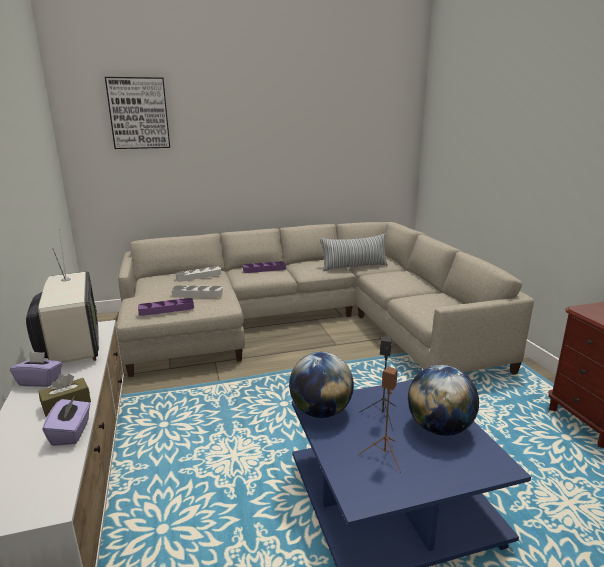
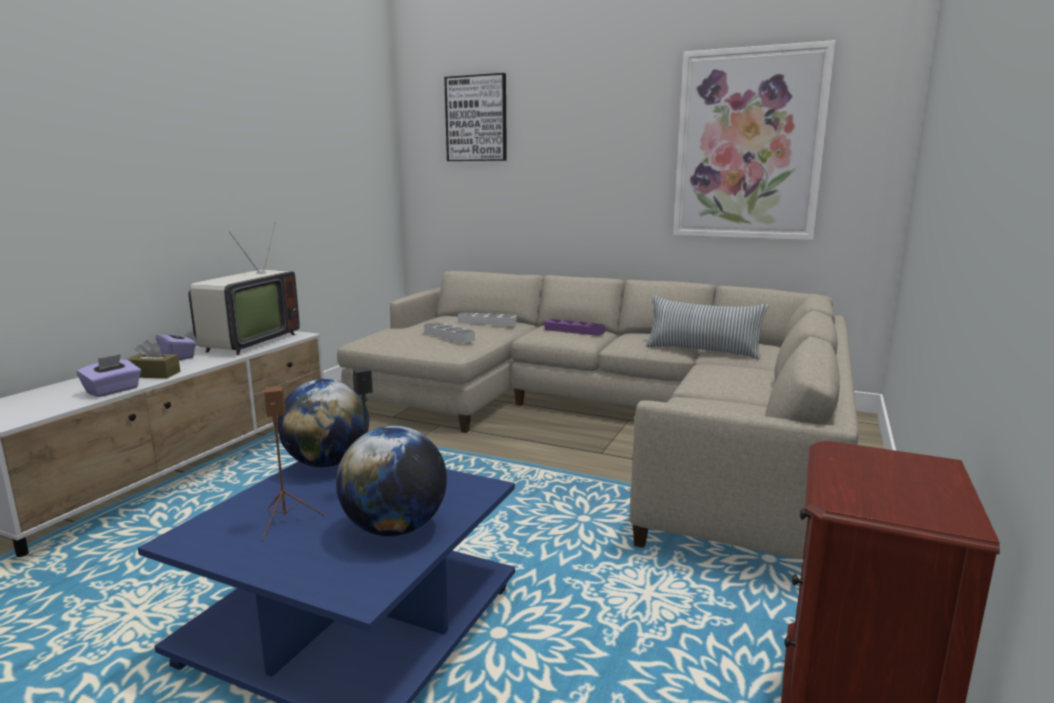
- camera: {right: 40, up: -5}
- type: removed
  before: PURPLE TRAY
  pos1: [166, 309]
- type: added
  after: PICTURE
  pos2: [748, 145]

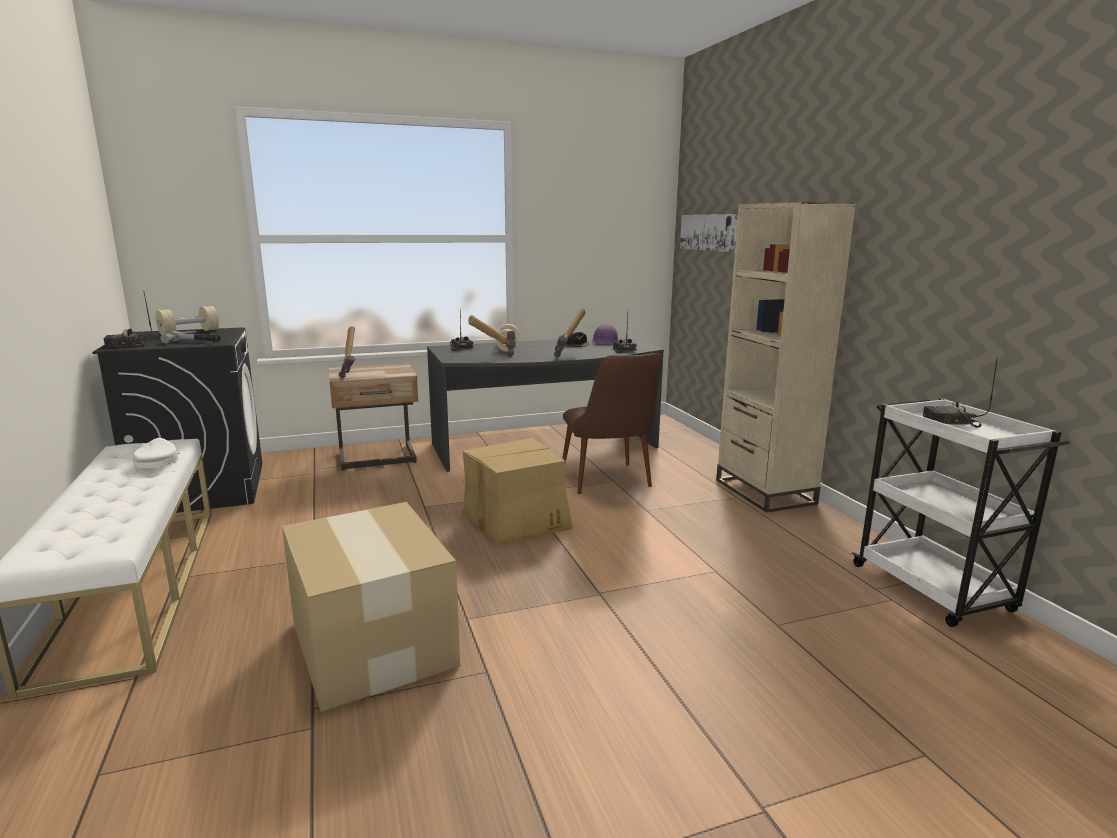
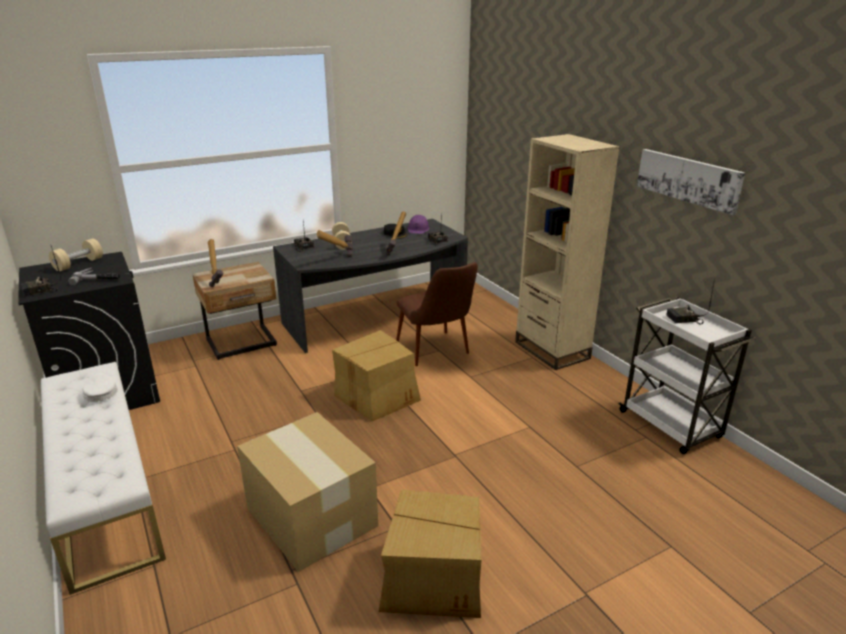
- camera: {right: -10, up: 10}
- type: moved
  before: PICTURE
  pos1: [710, 232]
  pos2: [688, 179]
- type: added
  after: CARDBOARD BOX
  pos2: [433, 577]

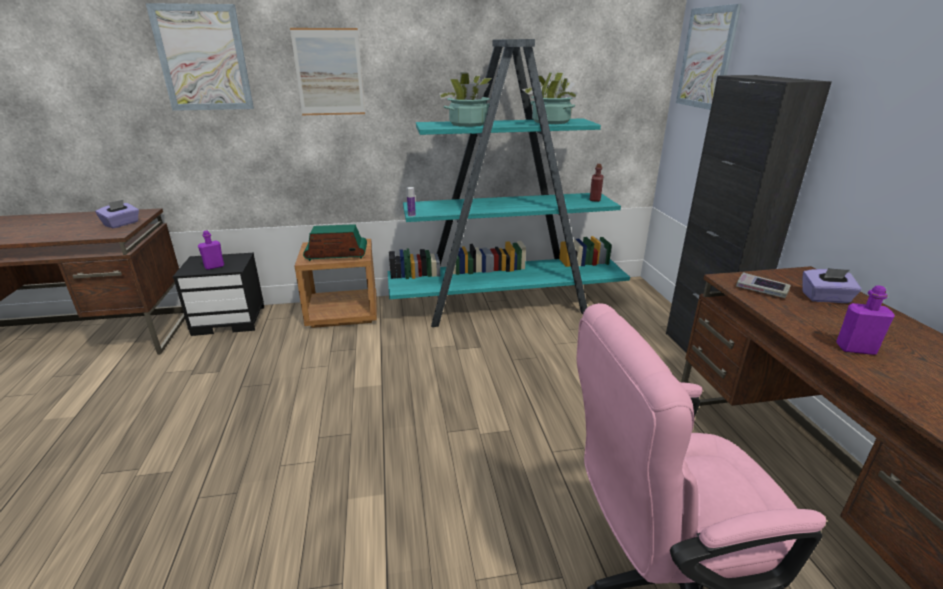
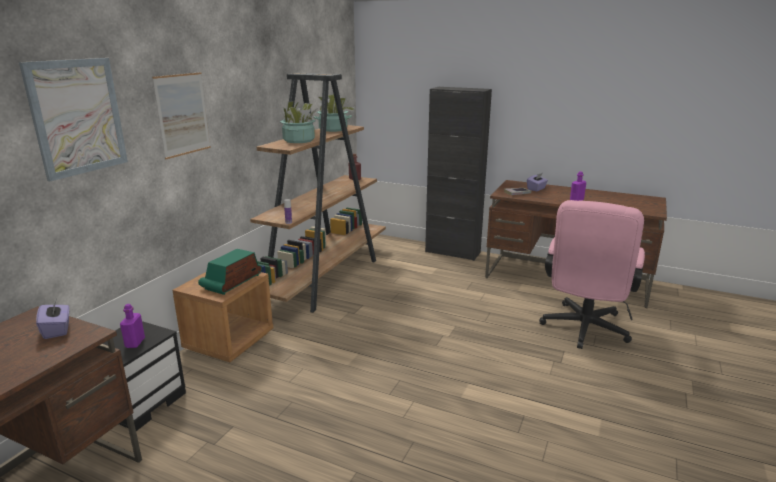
- camera: {right: -55, up: -5}
- type: removed
  before: PICTURE
  pos1: [706, 58]
- type: recoloured
  before: TURQUOISE BOOKCASE
  after: BROWN BOOKCASE
  pos1: [506, 304]
  pos2: [324, 278]

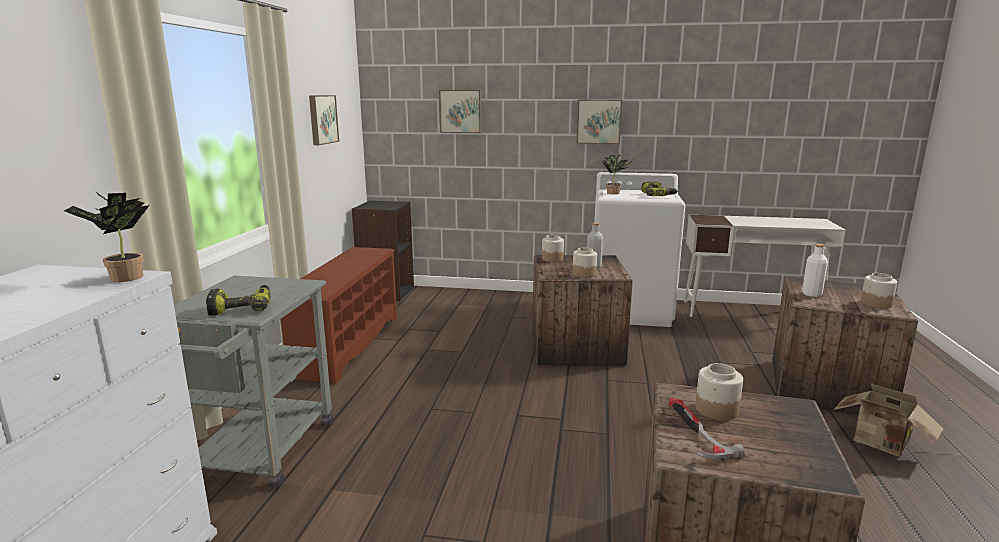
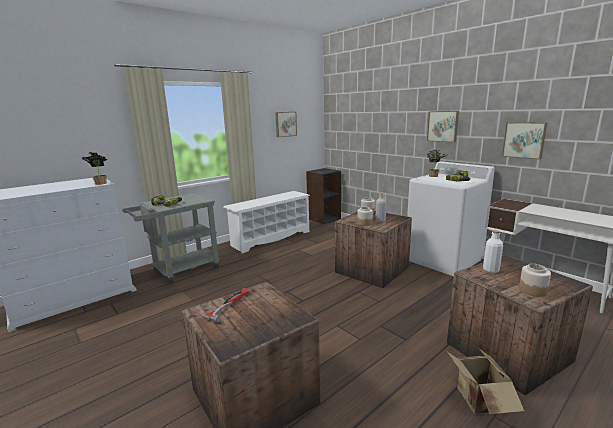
- camera: {right: 40, up: 0}
- type: moved
  before: PICTURE
  pos1: [460, 111]
  pos2: [524, 140]
- type: recoloured
  before: BROWN SHOE RACK
  after: WHITE SHOE RACK
  pos1: [347, 344]
  pos2: [271, 238]
- type: removed
  before: JAR
  pos1: [716, 410]

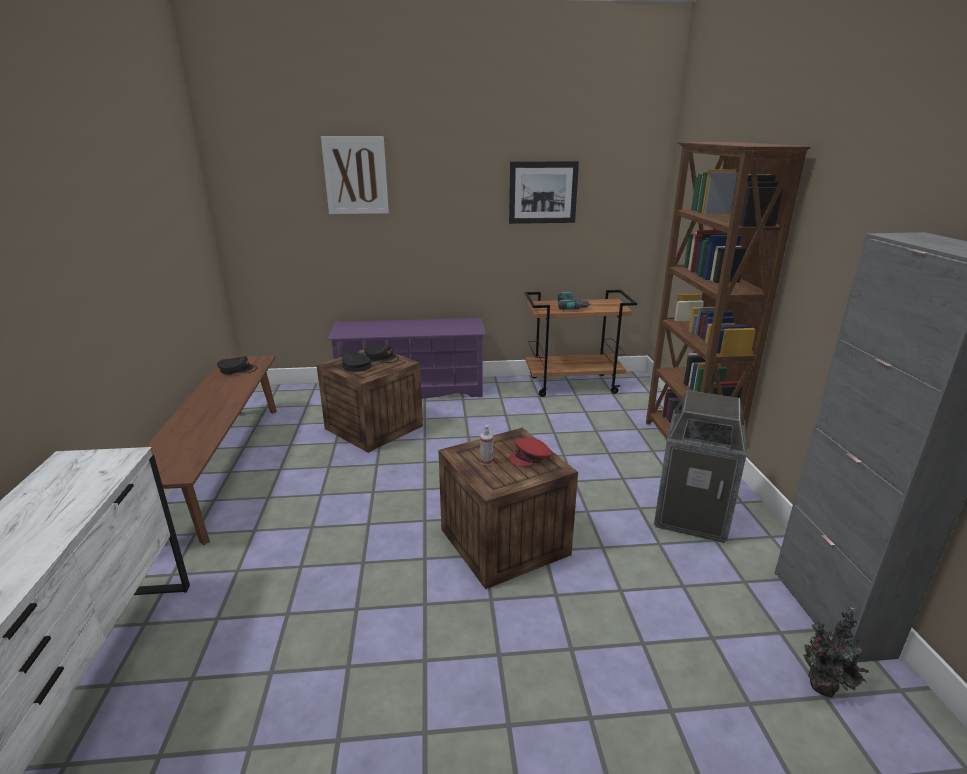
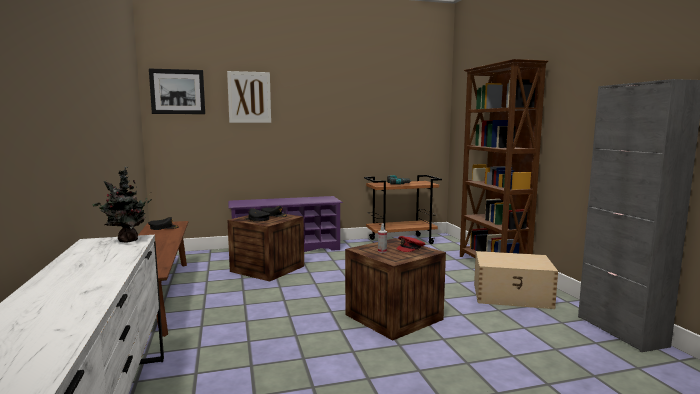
- camera: {right: -10, up: -15}
- type: moved
  before: PICTURE
  pos1: [543, 192]
  pos2: [177, 91]
- type: replaced
  before: TRASH CAN
  after: BEIGE STORAGE BOX
  pos1: [692, 516]
  pos2: [512, 296]
- type: moved
  before: POTTED PLANT
  pos1: [822, 688]
  pos2: [126, 241]

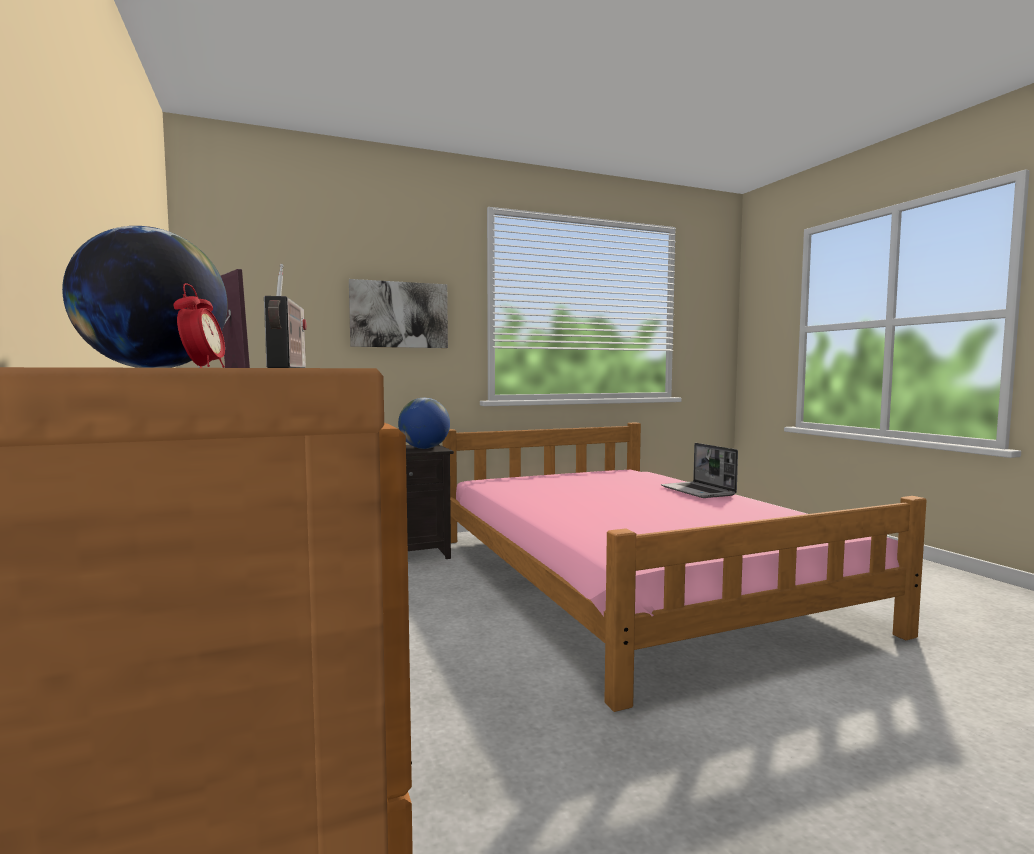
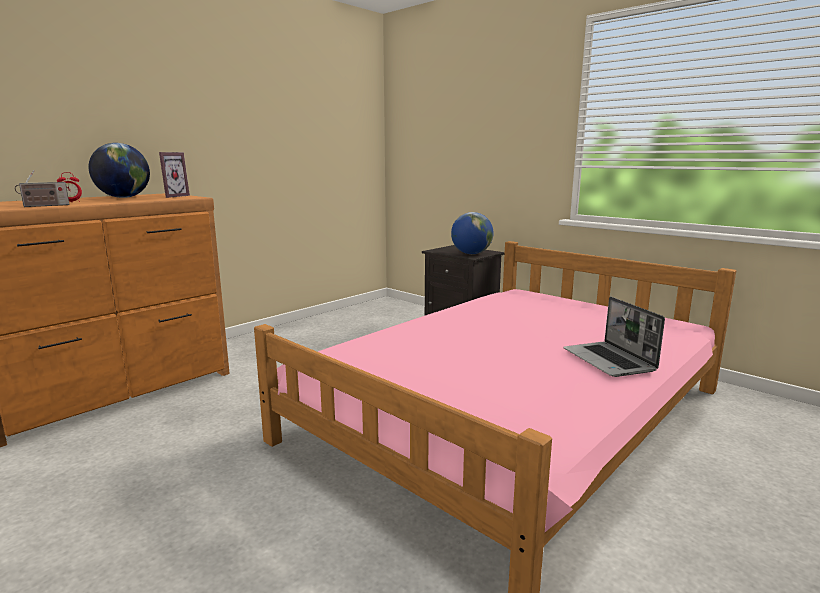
- camera: {right: 65, up: 10}
- type: removed
  before: PICTURE
  pos1: [399, 315]
- type: turned
  before: LAPTOP
  pos1: [698, 491]
  pos2: [610, 361]
  turn: -60

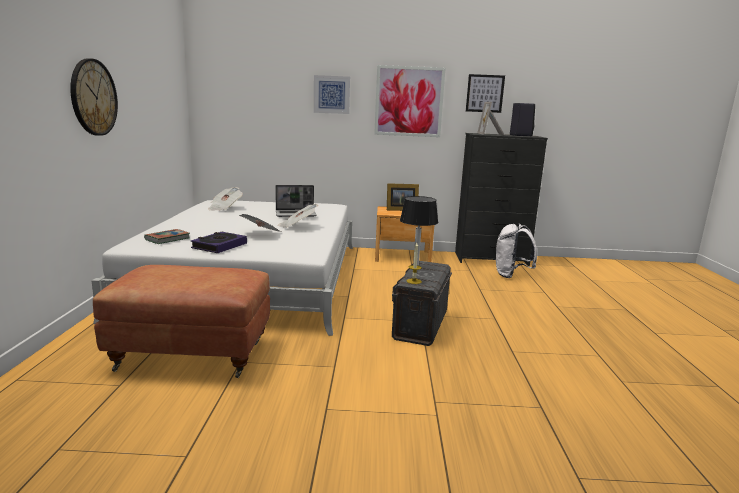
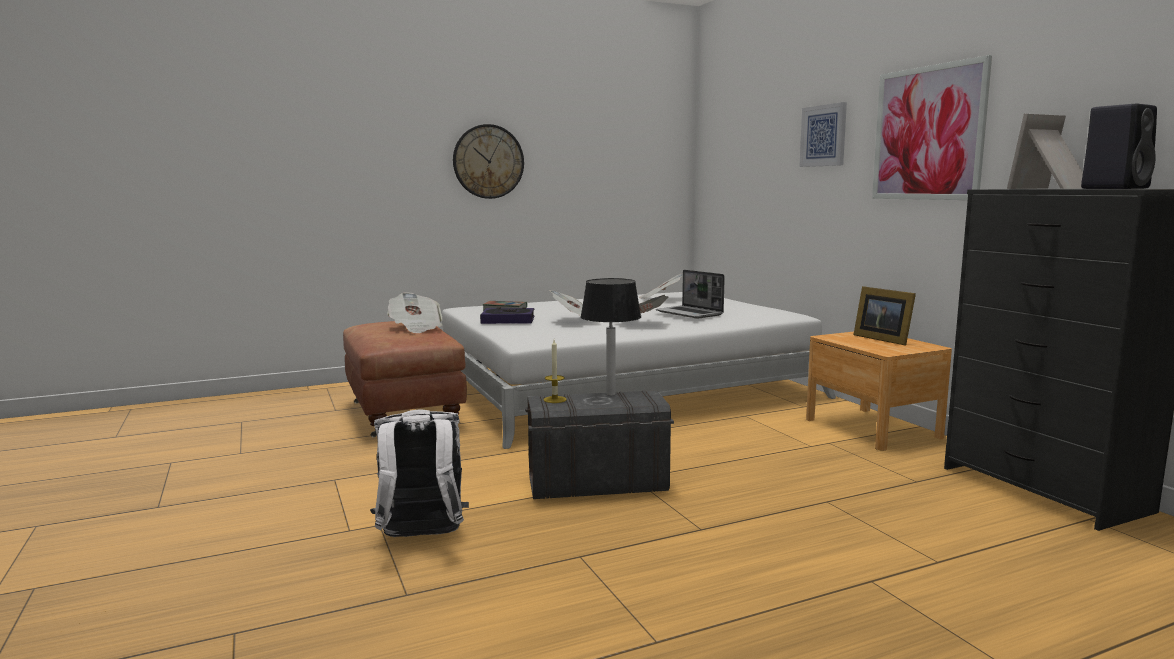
- camera: {right: 65, up: -5}
- type: removed
  before: PICTURE
  pos1: [485, 93]
- type: moved
  before: WHITE BACKPACK
  pos1: [511, 275]
  pos2: [421, 538]
- type: added
  after: NEWSPAPER
  pos2: [416, 328]

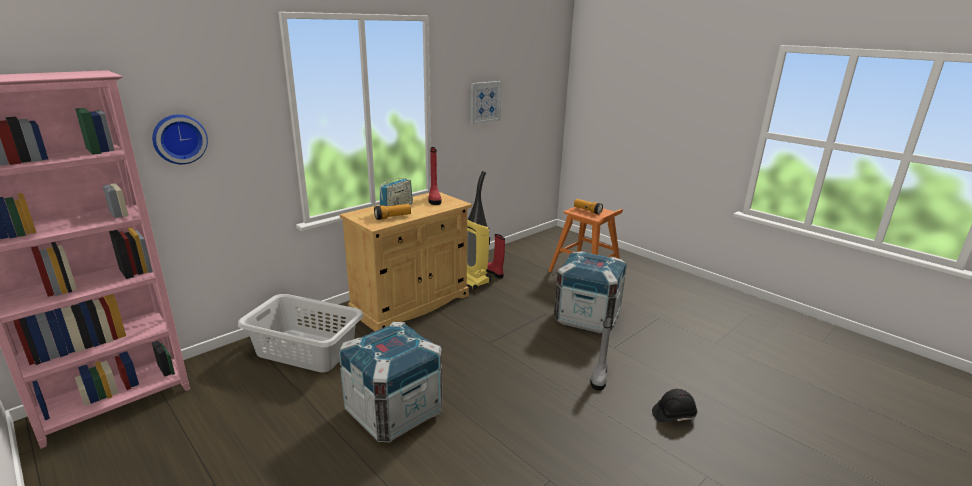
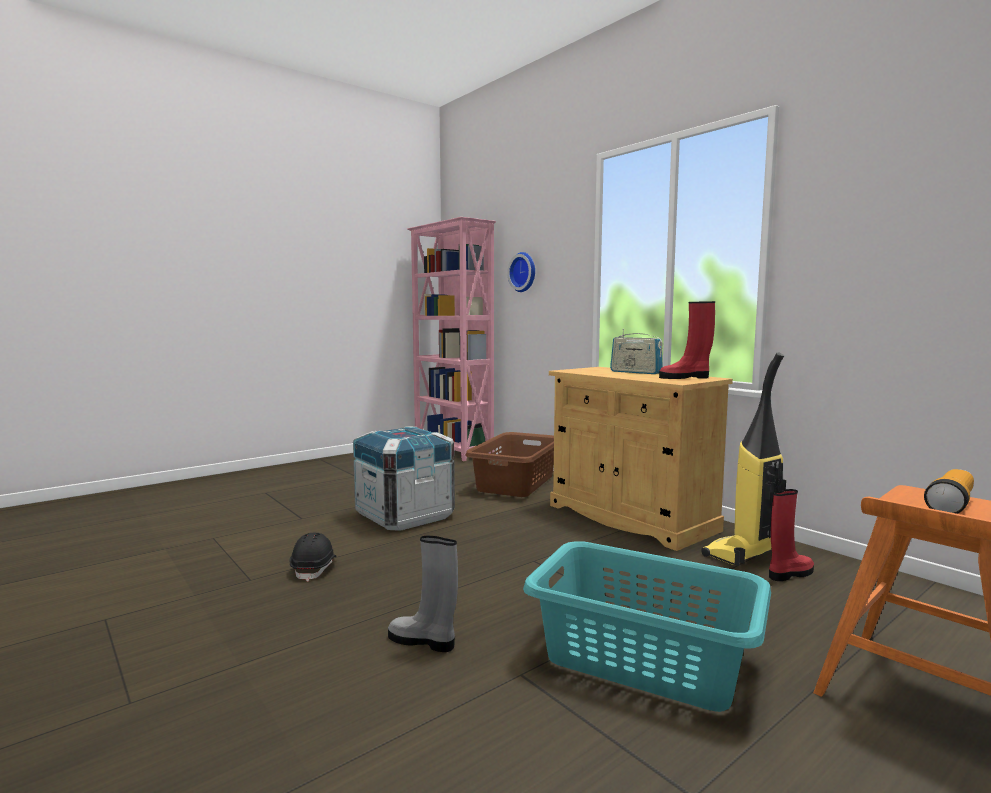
- camera: {right: 95, up: -15}
- type: removed
  before: PICTURE
  pos1: [485, 102]
- type: removed
  before: FLASHLIGHT
  pos1: [392, 217]
- type: replaced
  before: CRATE
  after: TURQUOISE LAUNDRY BASKET
  pos1: [587, 317]
  pos2: [644, 659]
- type: recoloured
  before: GREY LAUNDRY BASKET
  after: BROWN LAUNDRY BASKET
  pos1: [306, 350]
  pos2: [516, 483]
- type: moved
  before: BLACK HARD HAT
  pos1: [673, 415]
  pos2: [314, 569]

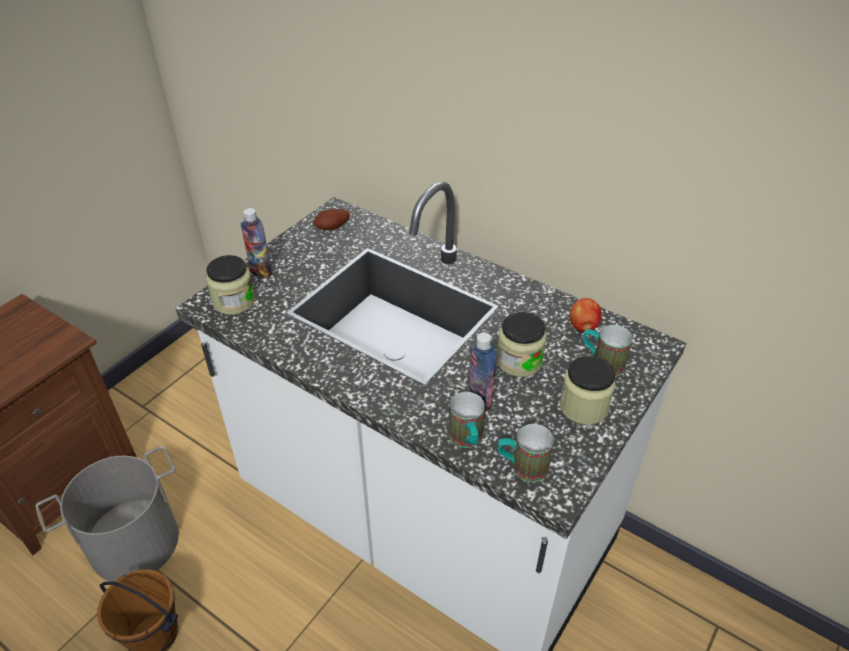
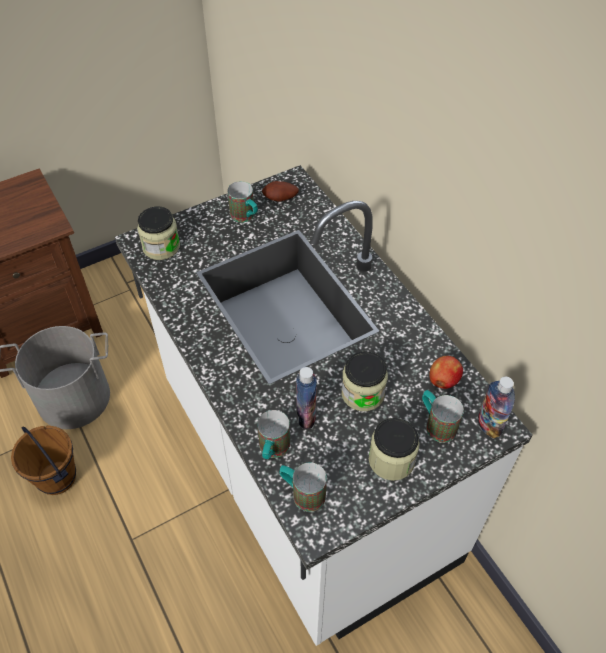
- camera: {right: 25, up: 10}
- type: moved
  before: BOTTLE
  pos1: [260, 271]
  pos2: [489, 425]
- type: added
  after: MUG
  pos2: [245, 217]

